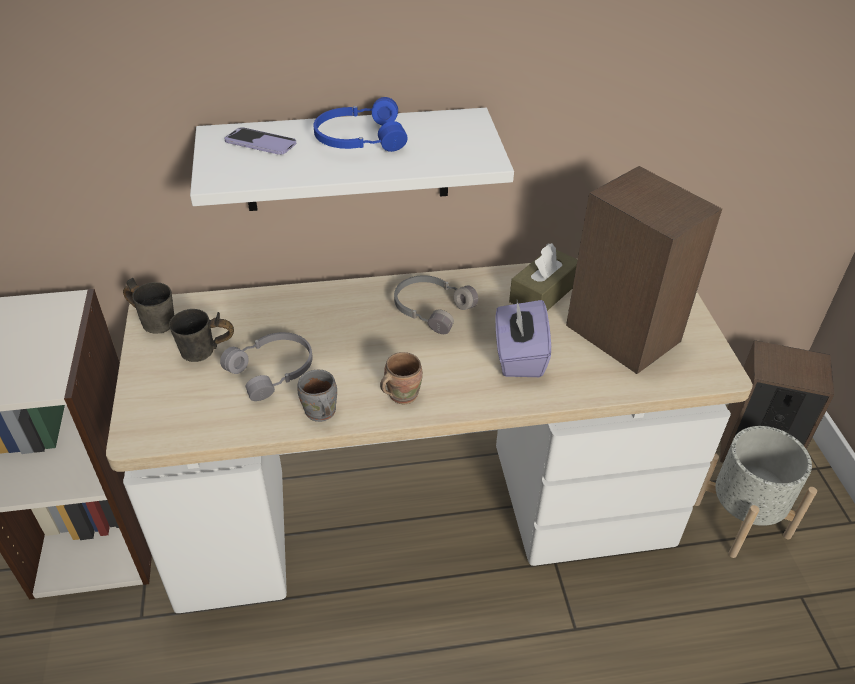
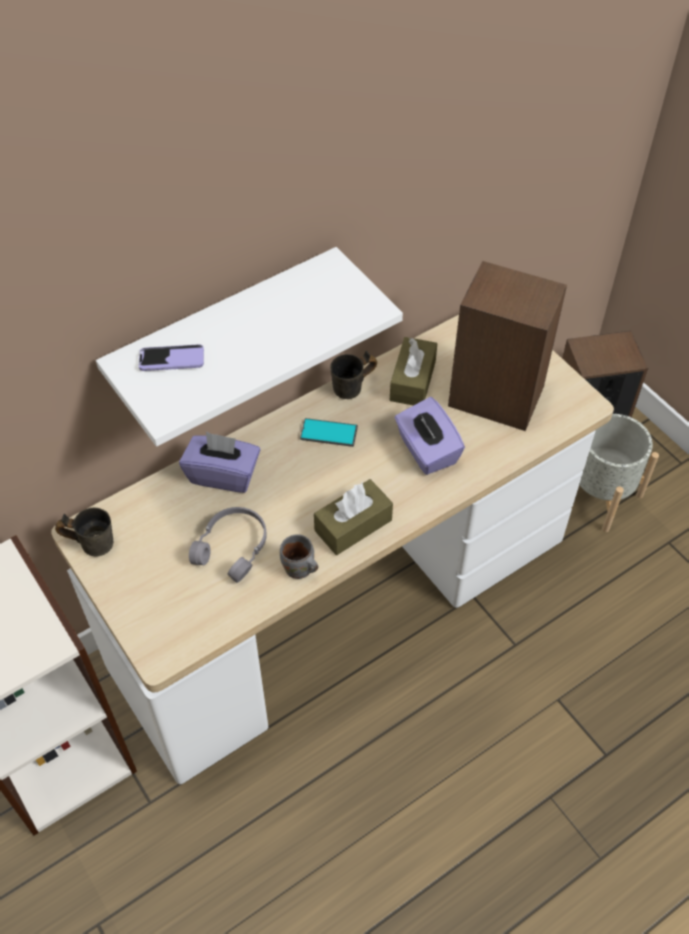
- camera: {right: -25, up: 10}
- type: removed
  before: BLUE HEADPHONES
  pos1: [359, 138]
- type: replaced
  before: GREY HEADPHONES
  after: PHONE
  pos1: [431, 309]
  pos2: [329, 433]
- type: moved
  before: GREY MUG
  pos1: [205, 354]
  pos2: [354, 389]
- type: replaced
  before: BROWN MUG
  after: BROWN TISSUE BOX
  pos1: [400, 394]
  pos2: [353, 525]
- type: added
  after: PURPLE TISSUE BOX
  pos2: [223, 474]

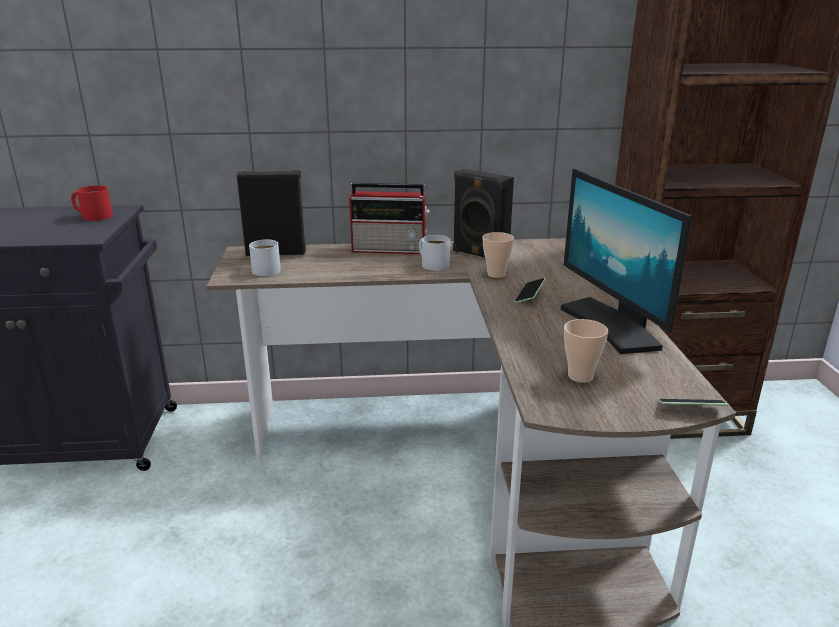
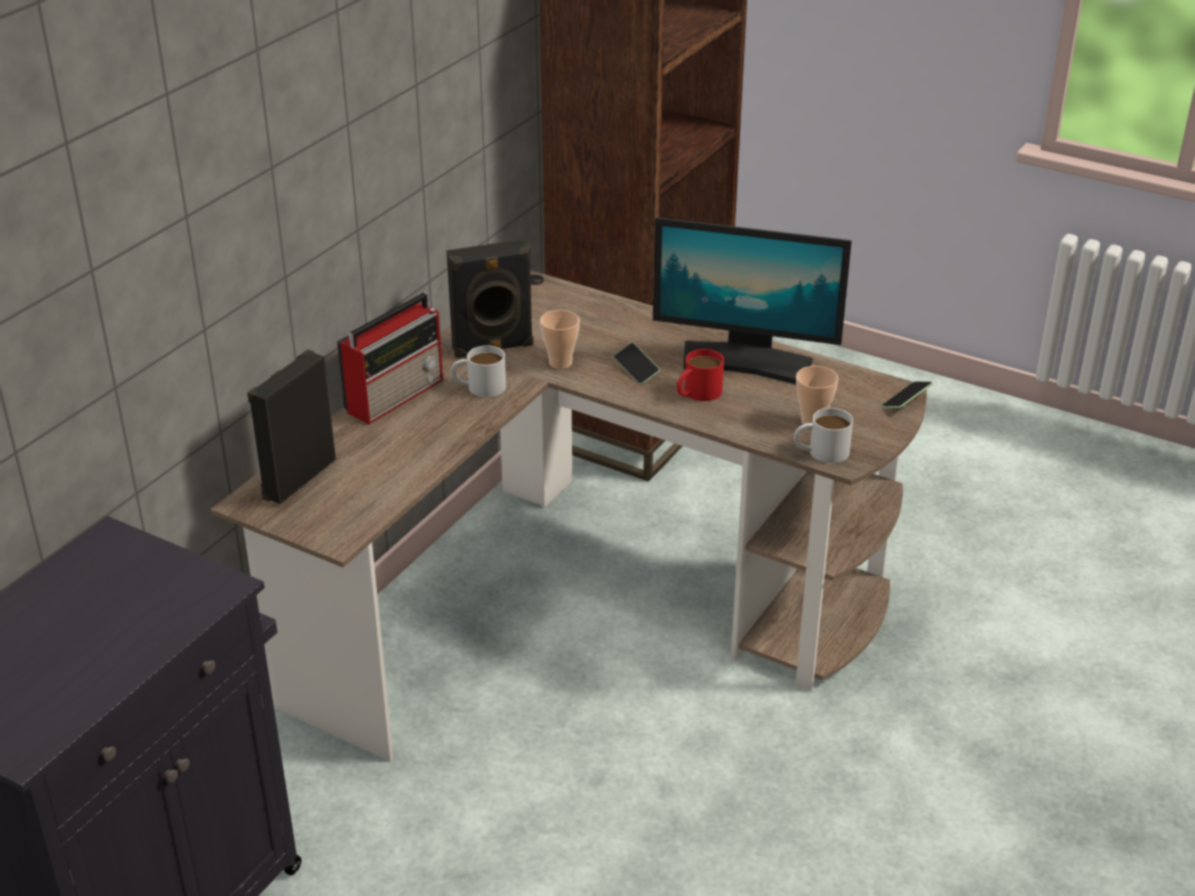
- camera: {right: -55, up: 10}
- type: moved
  before: RED MUG
  pos1: [92, 216]
  pos2: [697, 393]
- type: moved
  before: WHITE MUG
  pos1: [263, 269]
  pos2: [821, 452]

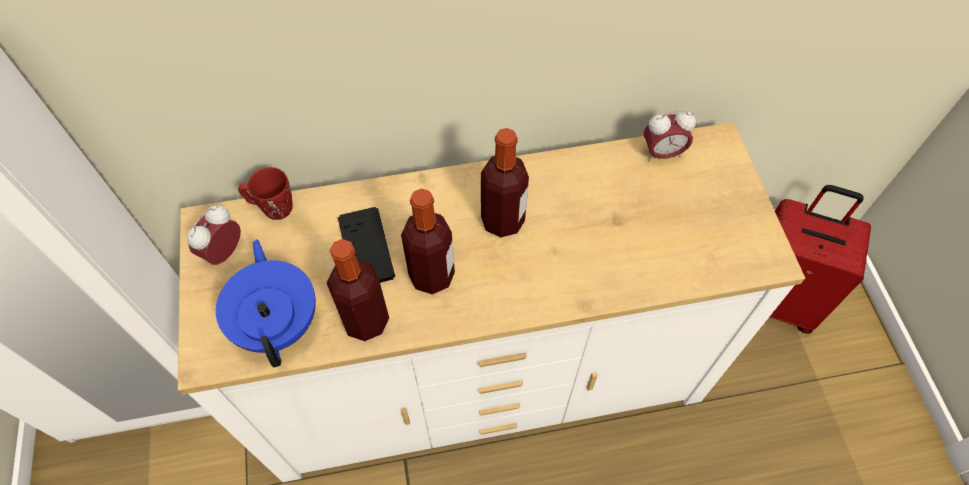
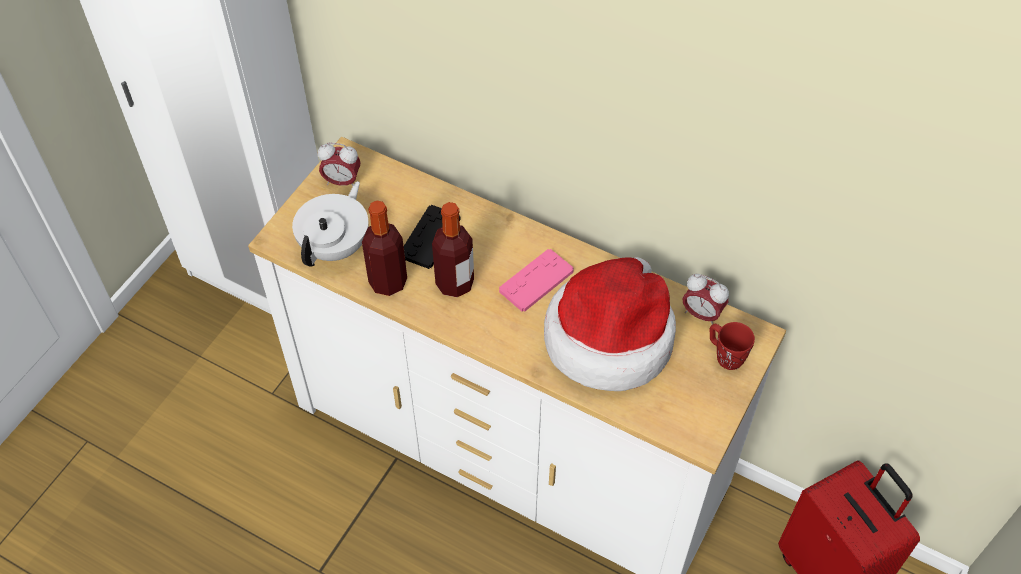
- camera: {right: 40, up: -5}
- type: replaced
  before: BOTTLE
  after: PINK GAME CONTROLLER
  pos1: [502, 220]
  pos2: [536, 281]
- type: moved
  before: RED MUG
  pos1: [272, 208]
  pos2: [725, 355]
- type: turned
  before: ALARM CLOCK
  pos1: [224, 252]
  pos2: [342, 181]
  turn: -150
- type: recoloured
  before: BLUE TEAPOT
  after: WHITE TEAPOT
  pos1: [278, 322]
  pos2: [336, 246]
- type: added
  after: HAT
  pos2: [609, 337]

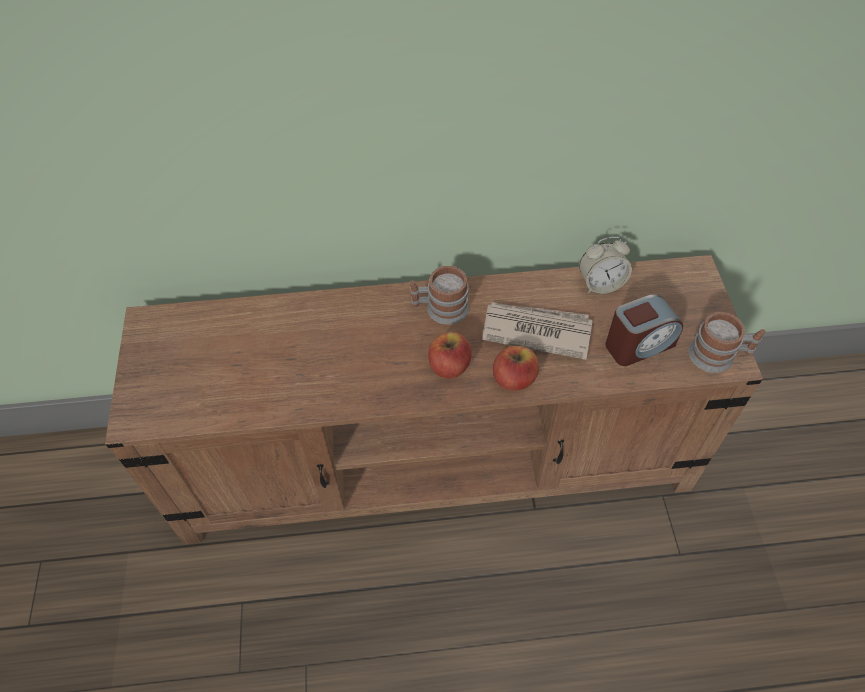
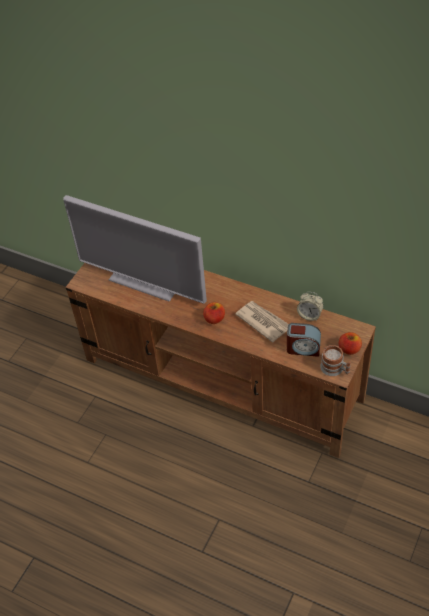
- camera: {right: 35, up: -5}
- type: removed
  before: MUG
  pos1: [440, 308]
- type: moved
  before: APPLE
  pos1: [514, 379]
  pos2: [349, 349]
- type: added
  after: TELEVISION
  pos2: [144, 282]

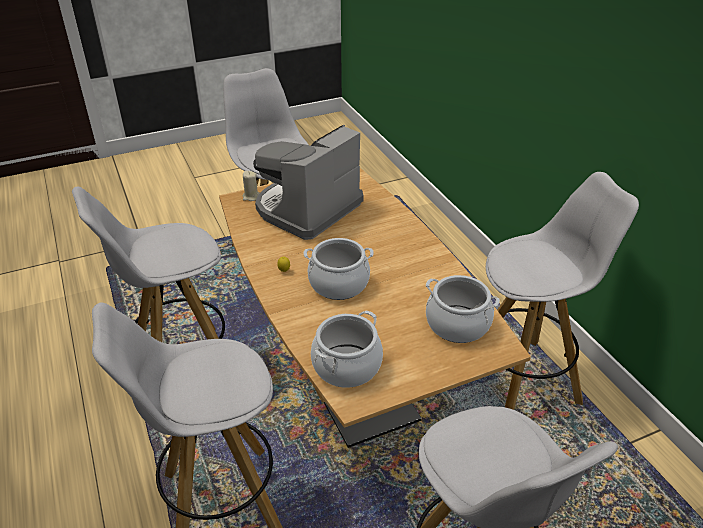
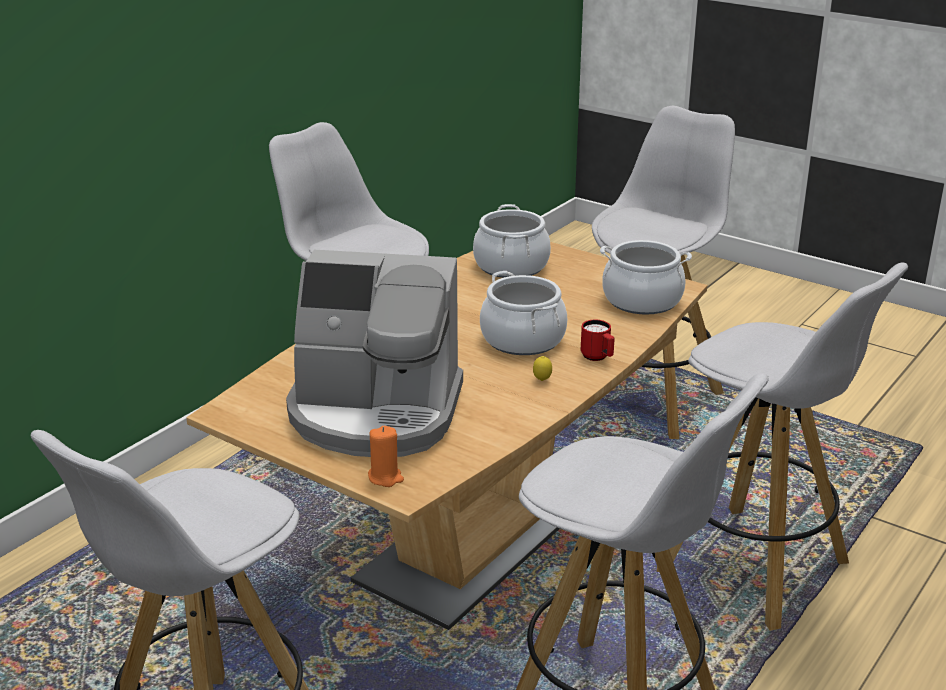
- camera: {right: -120, up: -10}
- type: recoloured
  before: BEIGE CANDLE
  after: ORANGE CANDLE
  pos1: [251, 197]
  pos2: [385, 477]
- type: added
  after: RED MUG
  pos2: [598, 357]

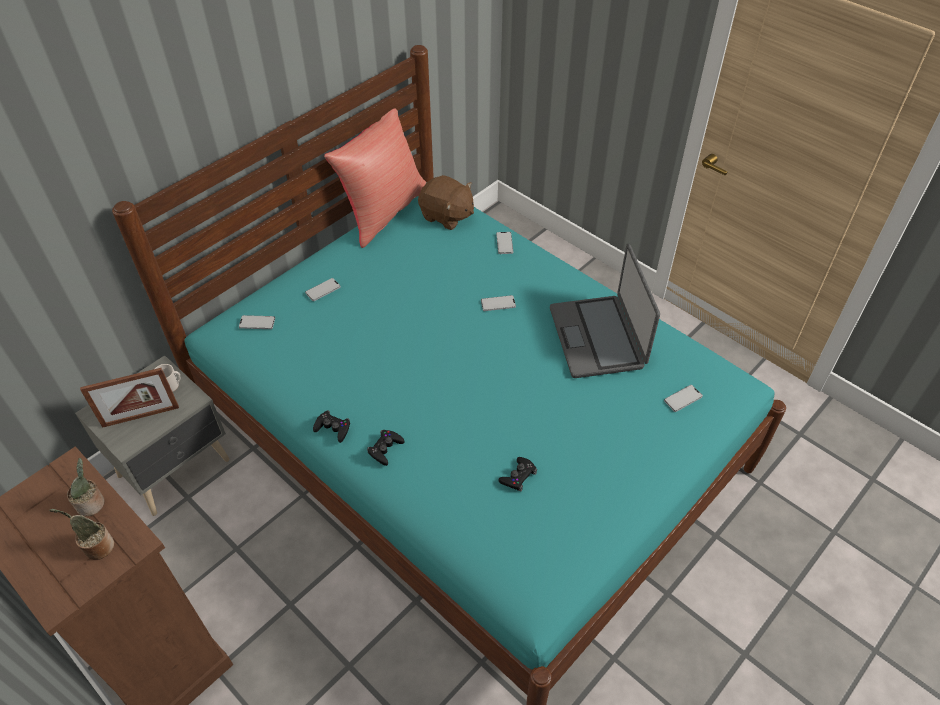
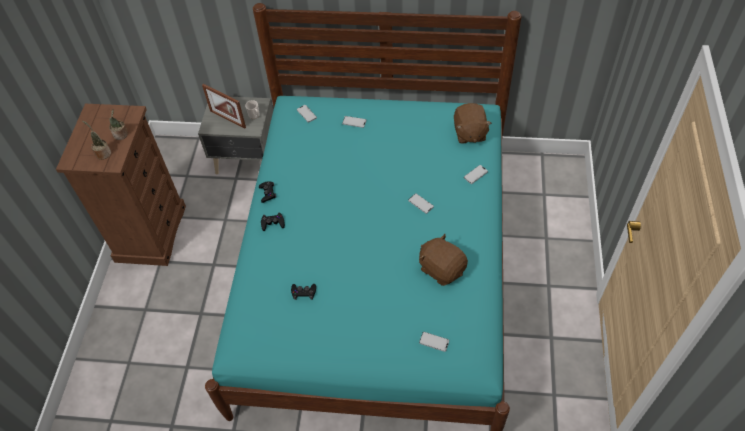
- camera: {right: 55, up: 5}
- type: removed
  before: RED PILLOW
  pos1: [384, 211]
- type: replaced
  before: LAPTOP
  after: BROWN PLUSH TOY
  pos1: [598, 337]
  pos2: [442, 268]

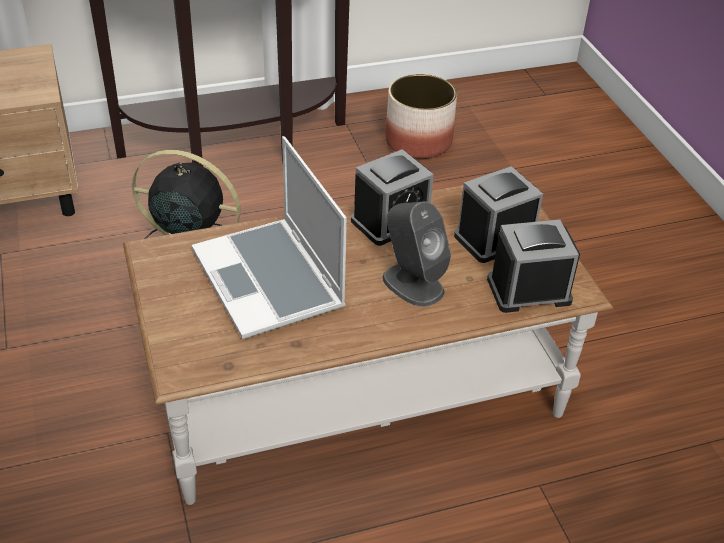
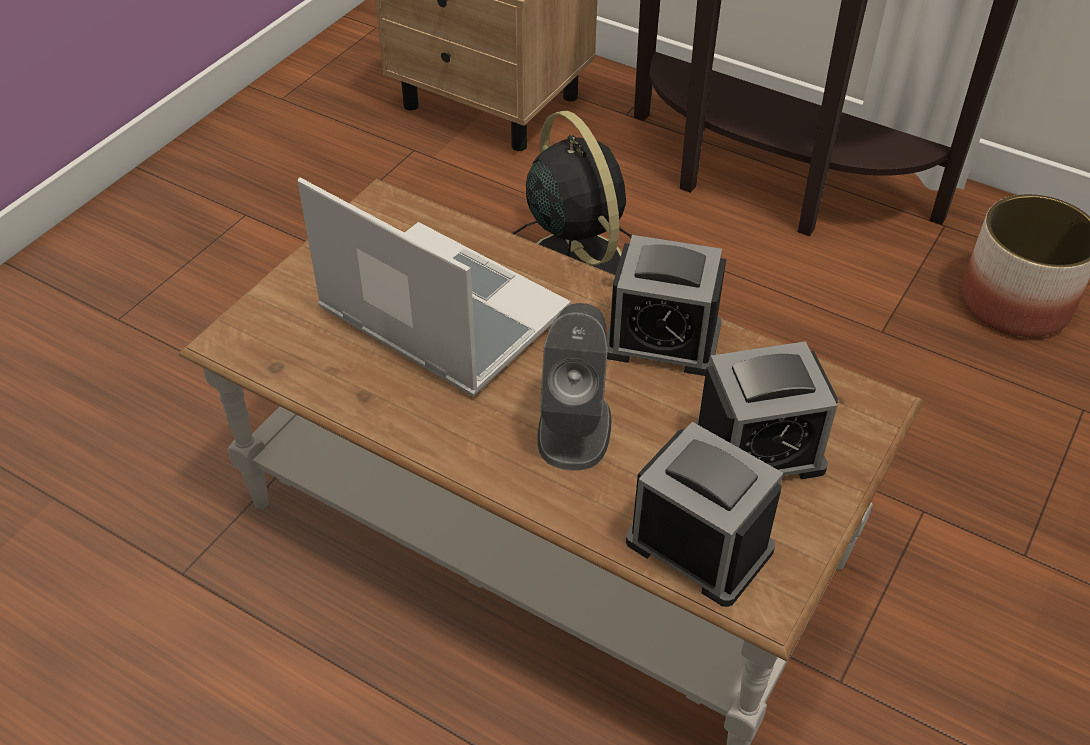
- camera: {right: 50, up: 5}
- type: turned
  before: LAPTOP
  pos1: [270, 280]
  pos2: [439, 312]
  turn: 105
- type: turned
  before: ALARM CLOCK
  pos1: [495, 238]
  pos2: [757, 451]
  turn: 150

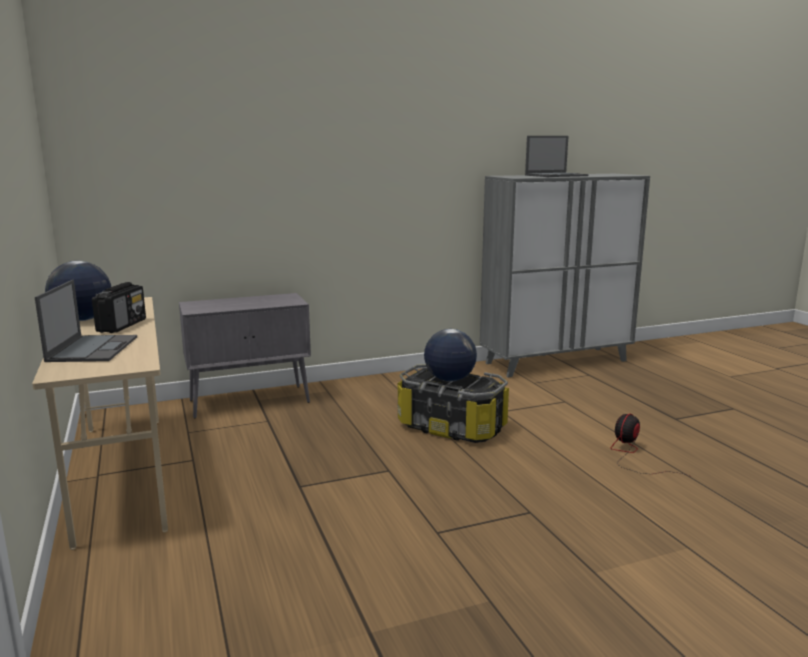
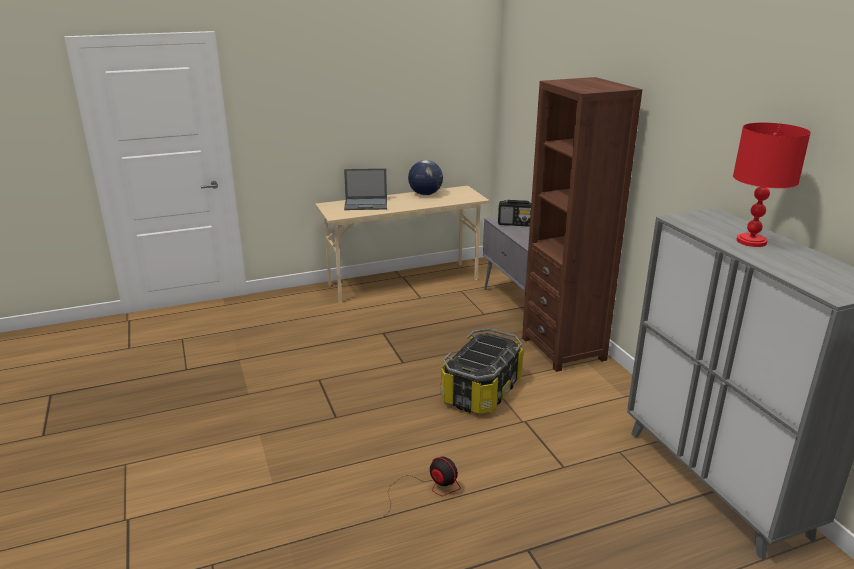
- camera: {right: 90, up: 10}
- type: replaced
  before: LAPTOP
  after: RED TABLE LAMP
  pos1: [556, 175]
  pos2: [752, 241]
- type: moved
  before: RADIO
  pos1: [122, 325]
  pos2: [515, 224]
- type: removed
  before: GLOBE
  pos1: [449, 379]
- type: added
  after: BROWN BOOKCASE
  pos2: [563, 349]

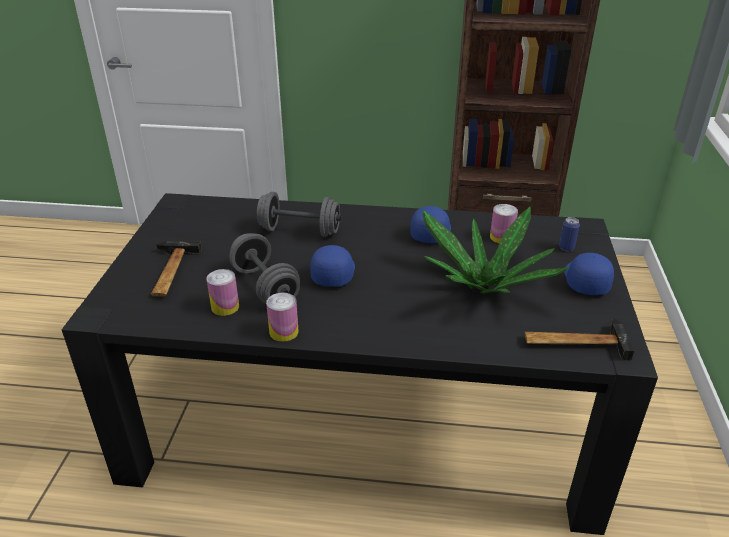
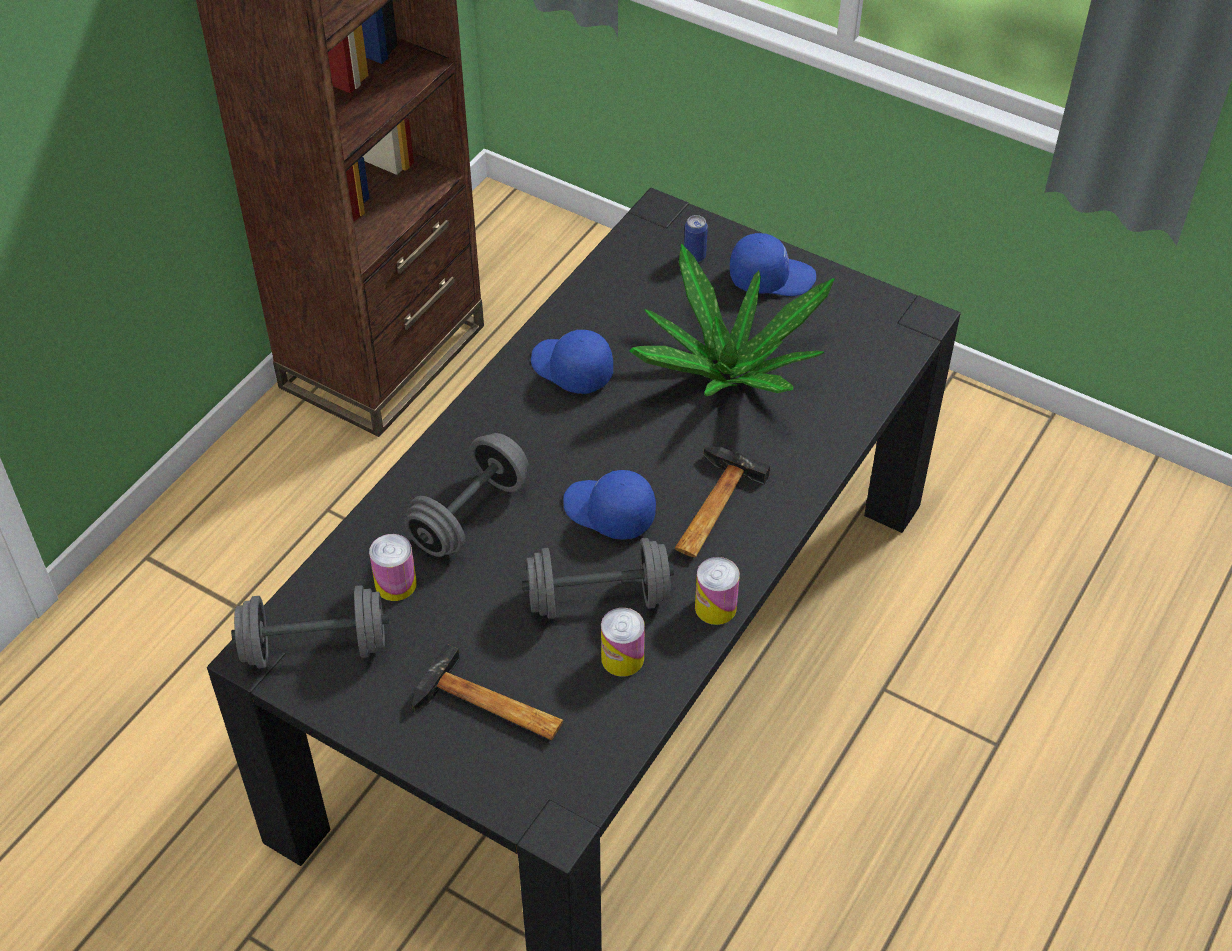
- camera: {right: -65, up: 15}
- type: moved
  before: CAN
  pos1: [501, 237]
  pos2: [395, 584]
- type: turned
  before: BLUE CAP
  pos1: [584, 280]
  pos2: [771, 277]
  turn: 150
- type: moved
  before: HAMMER
  pos1: [573, 341]
  pos2: [710, 509]
- type: added
  after: GREY DUMBBELL
  pos2: [315, 647]

